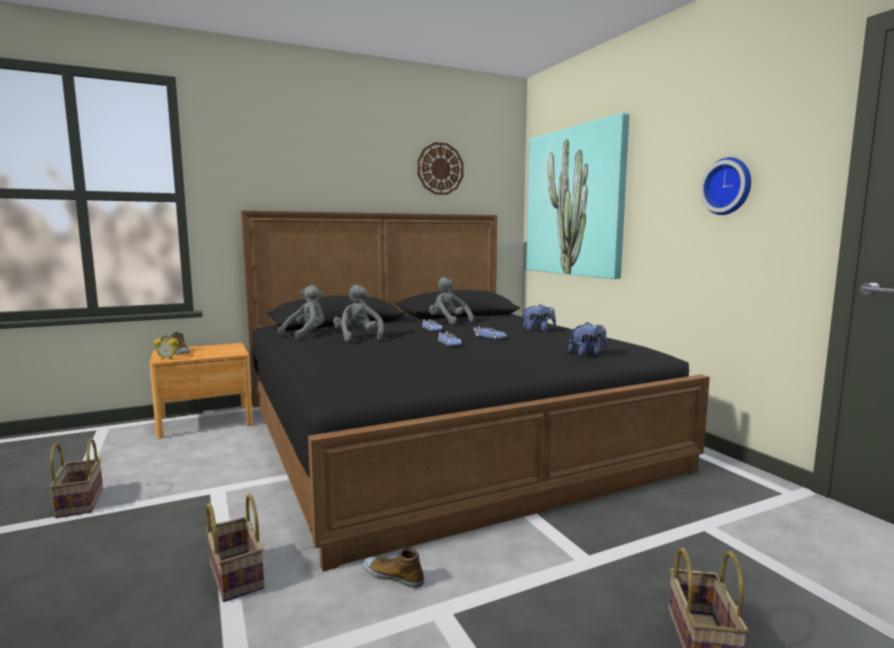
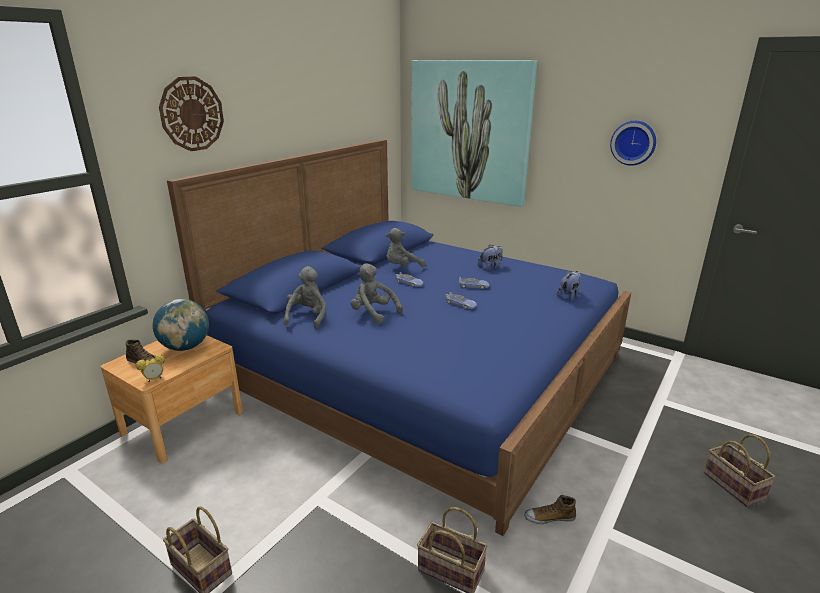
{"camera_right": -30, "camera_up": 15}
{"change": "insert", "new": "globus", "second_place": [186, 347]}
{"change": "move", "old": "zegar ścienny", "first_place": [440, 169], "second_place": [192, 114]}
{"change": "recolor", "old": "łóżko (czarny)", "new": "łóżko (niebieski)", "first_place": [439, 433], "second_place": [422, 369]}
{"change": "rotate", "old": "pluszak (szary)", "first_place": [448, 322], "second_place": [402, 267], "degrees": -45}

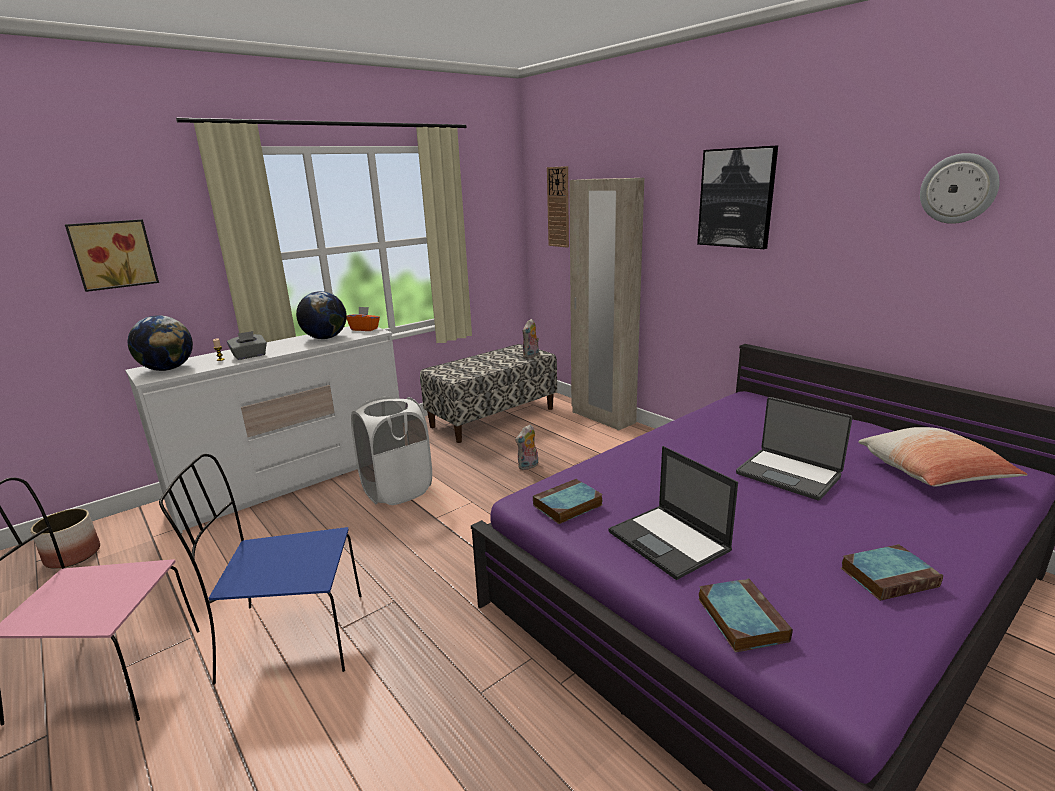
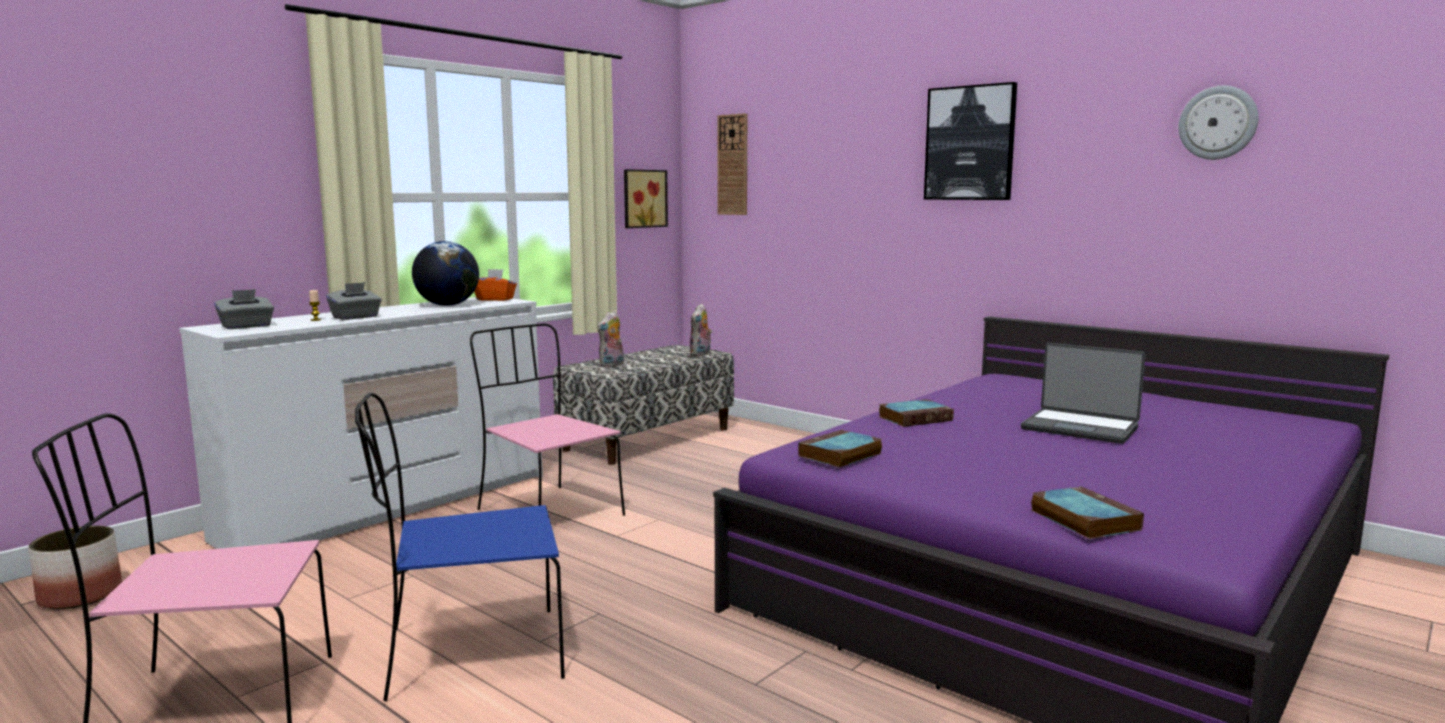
{"camera_right": -10, "camera_up": -10}
{"change": "replace", "old": "globus", "new": "pudełko chusteczek (szary)", "first_place": [168, 369], "second_place": [246, 326]}
{"change": "replace", "old": "kosz na pranie (biały)", "new": "krzesło (różowy)", "first_place": [397, 490], "second_place": [548, 512]}
{"change": "move", "old": "pluszak", "first_place": [528, 466], "second_place": [612, 365]}
{"change": "move", "old": "obraz", "first_place": [113, 254], "second_place": [643, 198]}
{"change": "move", "old": "książka", "first_place": [889, 576], "second_place": [916, 418]}
{"change": "delete", "old": "szafa (beżowy)", "first_place": [602, 417]}
{"change": "delete", "old": "laptop", "first_place": [669, 541]}
{"change": "delete", "old": "poduszka", "first_place": [933, 474]}

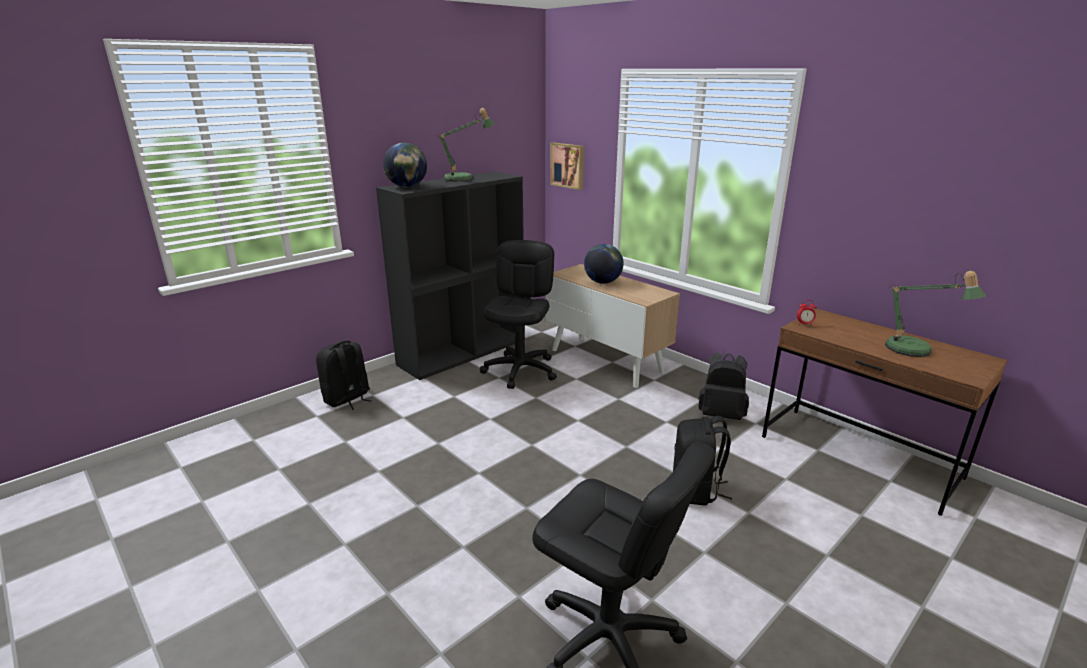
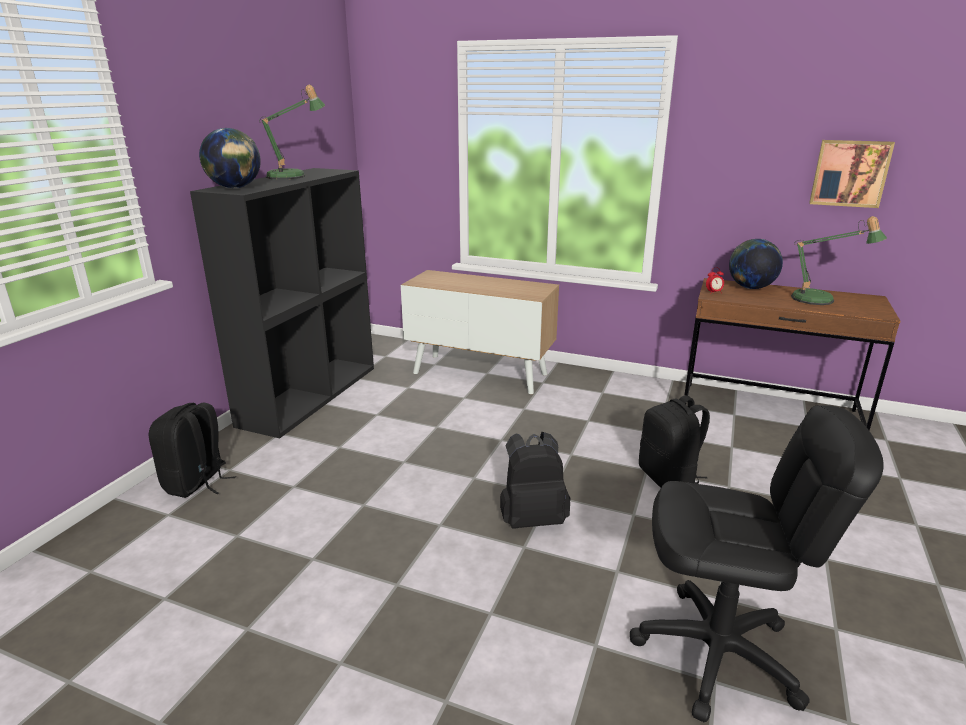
{"camera_right": -25, "camera_up": 0}
{"change": "move", "old": "plecak (czarny)", "first_place": [721, 414], "second_place": [532, 518]}
{"change": "move", "old": "globus", "first_place": [603, 282], "second_place": [751, 288]}
{"change": "move", "old": "obraz", "first_place": [568, 165], "second_place": [849, 173]}
{"change": "delete", "old": "krzesło biurowe (czarny)", "first_place": [520, 370]}

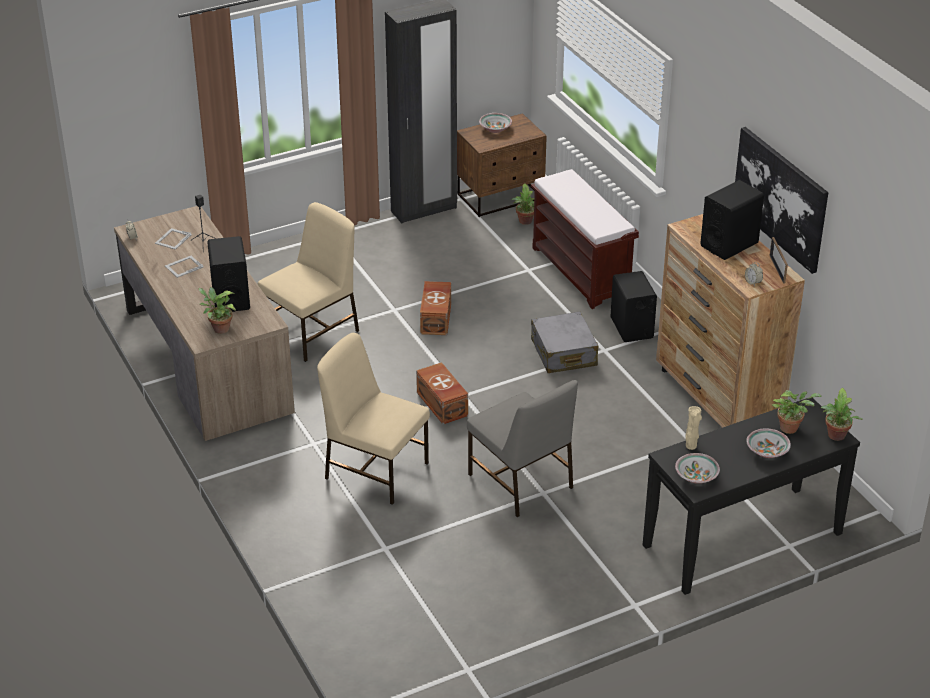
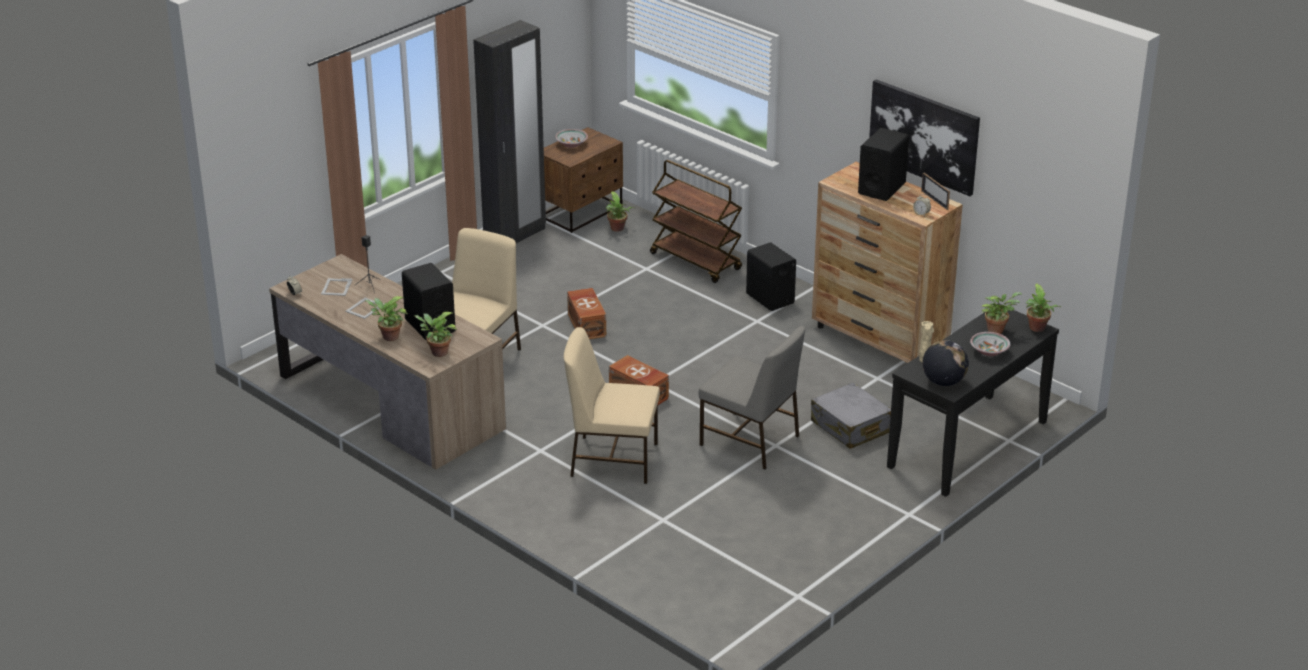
{"camera_right": -20, "camera_up": -5}
{"change": "insert", "new": "roślina doniczkowa", "second_place": [388, 337]}
{"change": "replace", "old": "ławka (brązowy)", "new": "wózek (brązowy)", "first_place": [581, 272], "second_place": [696, 262]}
{"change": "move", "old": "walizka (szary)", "first_place": [563, 353], "second_place": [851, 427]}
{"change": "replace", "old": "miska", "new": "globus", "first_place": [696, 476], "second_place": [943, 382]}

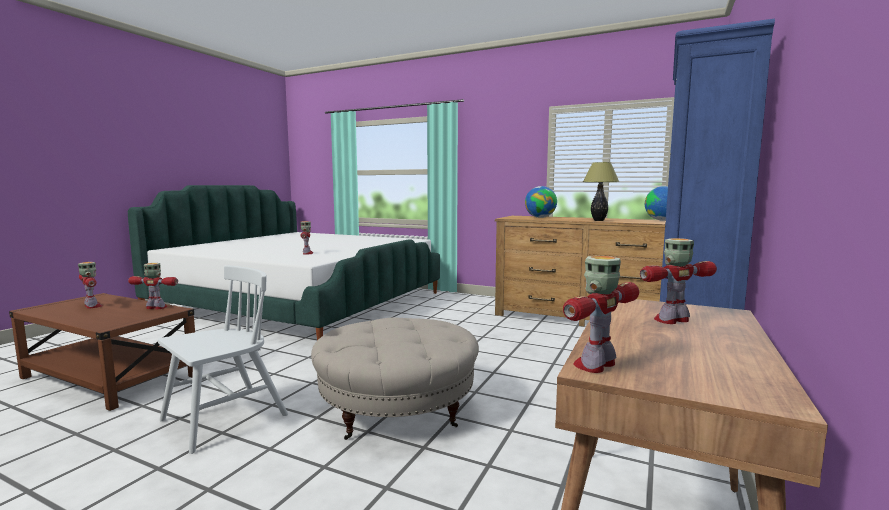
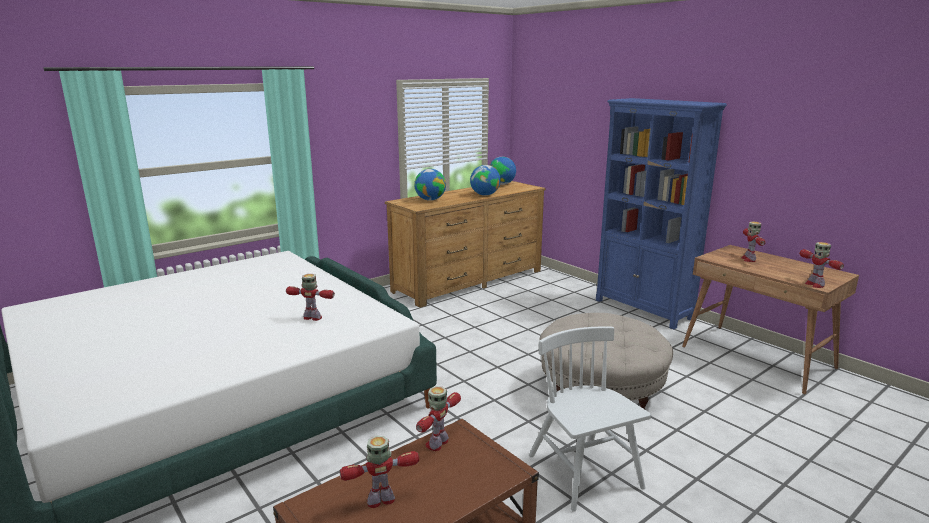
{"camera_right": -65, "camera_up": 10}
{"change": "replace", "old": "lampa stołowa", "new": "globus", "first_place": [598, 220], "second_place": [485, 195]}

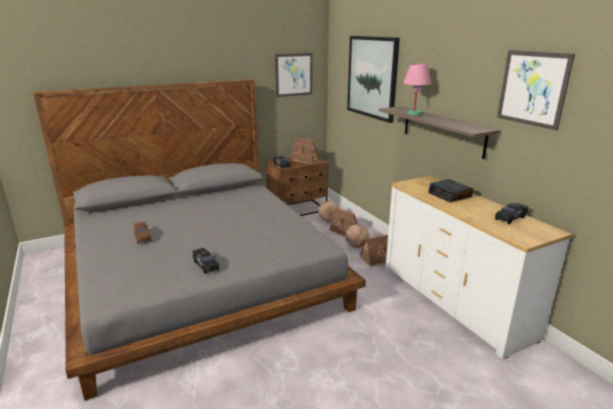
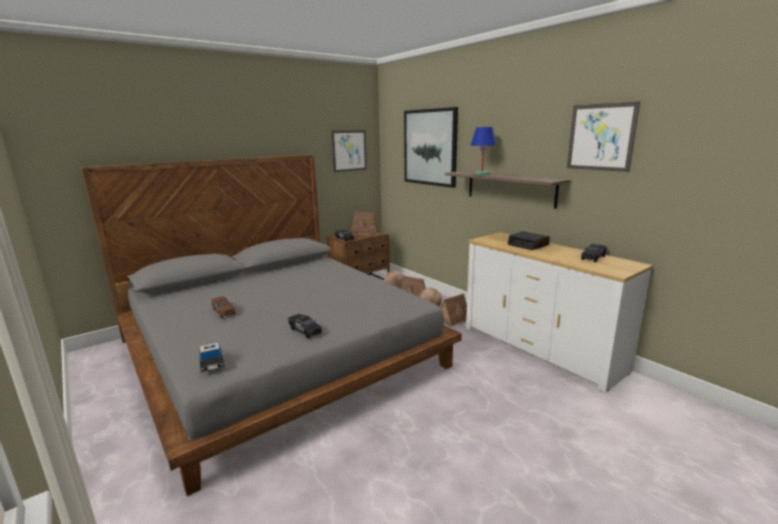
{"camera_right": -10, "camera_up": -5}
{"change": "insert", "new": "samochodzik", "second_place": [212, 363]}
{"change": "recolor", "old": "lampa stołowa (różowy)", "new": "lampa stołowa (niebieski)", "first_place": [414, 113], "second_place": [482, 174]}

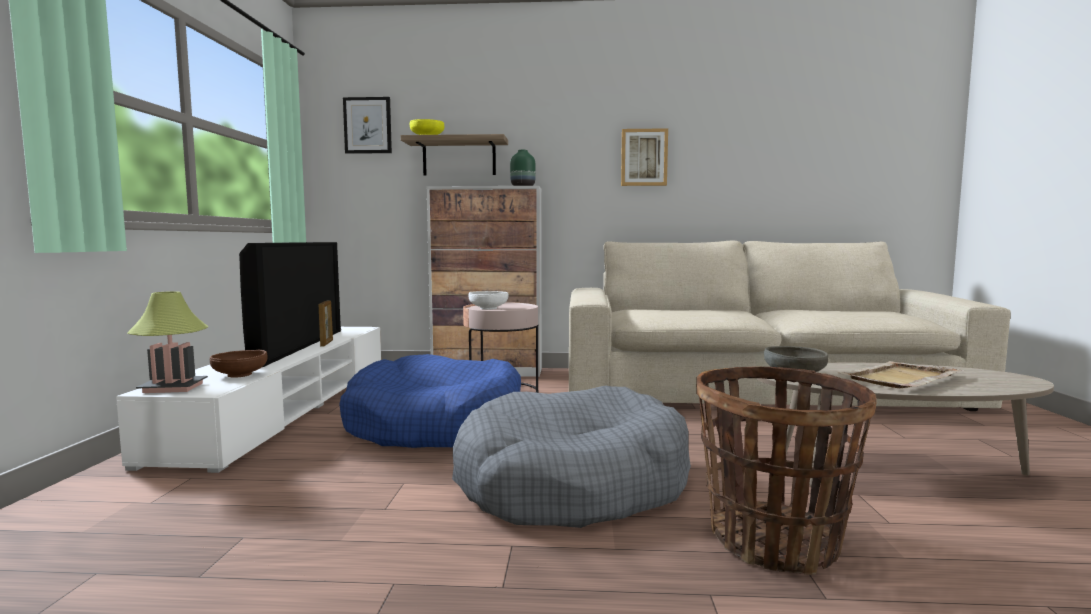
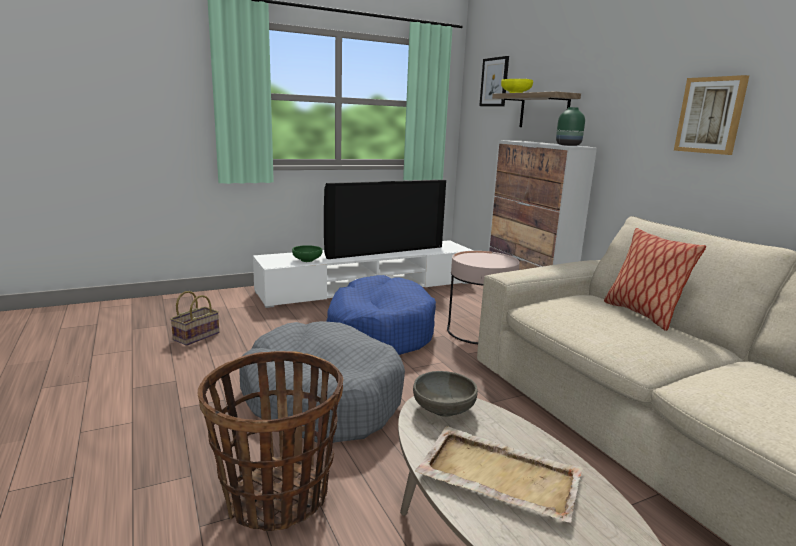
{"camera_right": 60, "camera_up": 10}
{"change": "insert", "new": "koszyk", "second_place": [197, 336]}
{"change": "recolor", "old": "miska (brązowy)", "new": "miska (zielony)", "first_place": [240, 375], "second_place": [307, 260]}
{"change": "insert", "new": "poduszka", "second_place": [642, 314]}
{"change": "delete", "old": "lampa stołowa", "first_place": [173, 388]}
{"change": "delete", "old": "ramka na zdjęcie", "first_place": [327, 343]}
{"change": "delete", "old": "miska (biały)", "first_place": [488, 308]}

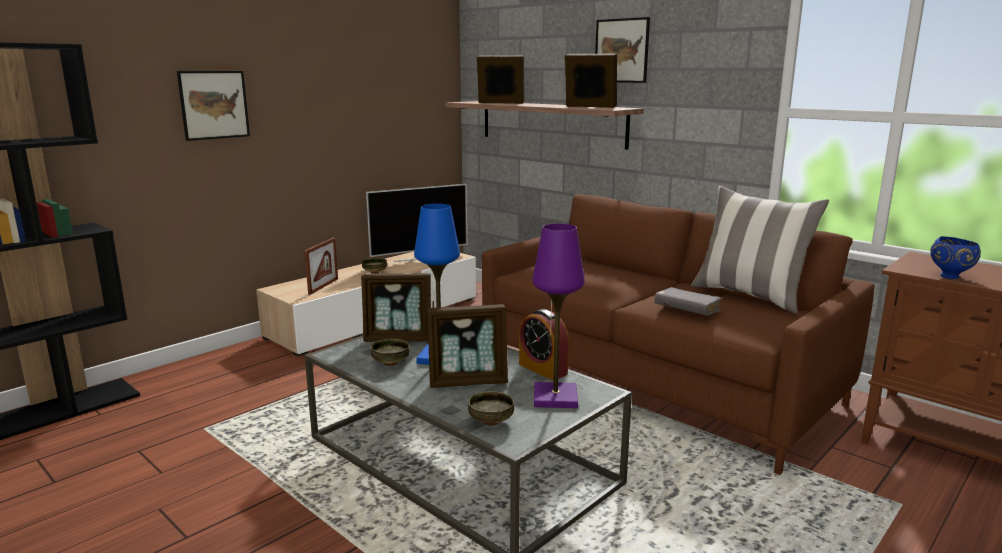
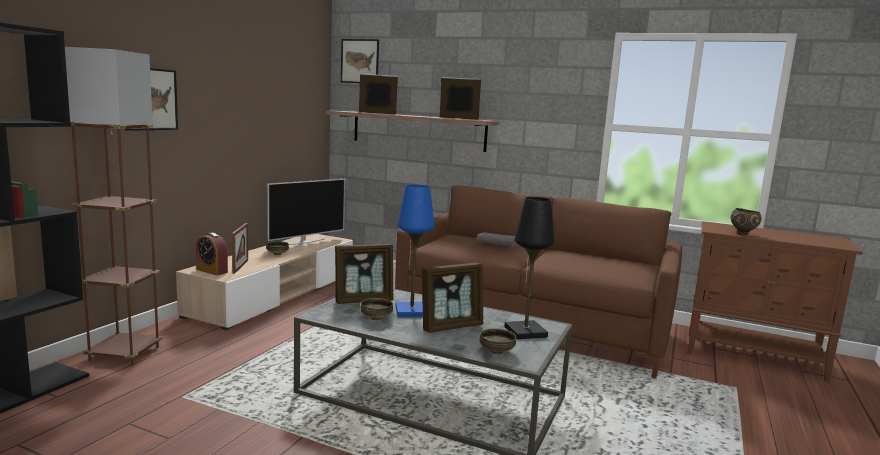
{"camera_right": -20, "camera_up": -5}
{"change": "insert", "new": "lampa stojąca (brązowy)", "second_place": [124, 353]}
{"change": "move", "old": "budzik", "first_place": [543, 369], "second_place": [212, 271]}
{"change": "move", "old": "obraz", "first_place": [621, 50], "second_place": [360, 61]}
{"change": "move", "old": "książka (szary)", "first_place": [687, 310], "second_place": [496, 245]}
{"change": "recolor", "old": "lampa stołowa (fioletowy)", "new": "lampa stołowa (czarny)", "first_place": [555, 398], "second_place": [525, 332]}
{"change": "recolor", "old": "miska (niebieski)", "new": "miska (brązowy)", "first_place": [951, 277], "second_place": [743, 234]}
{"change": "delete", "old": "poduszka", "first_place": [750, 296]}

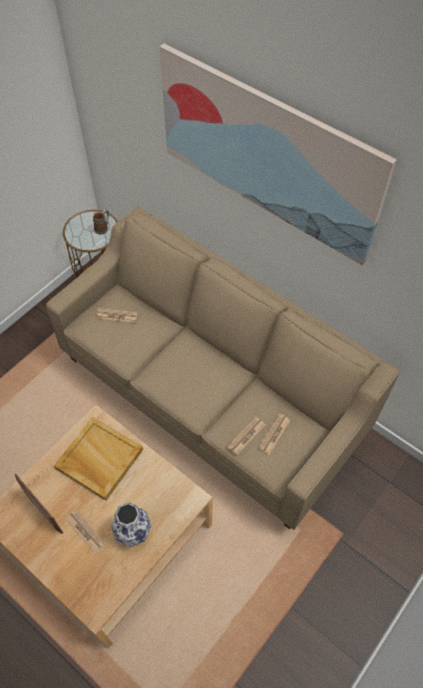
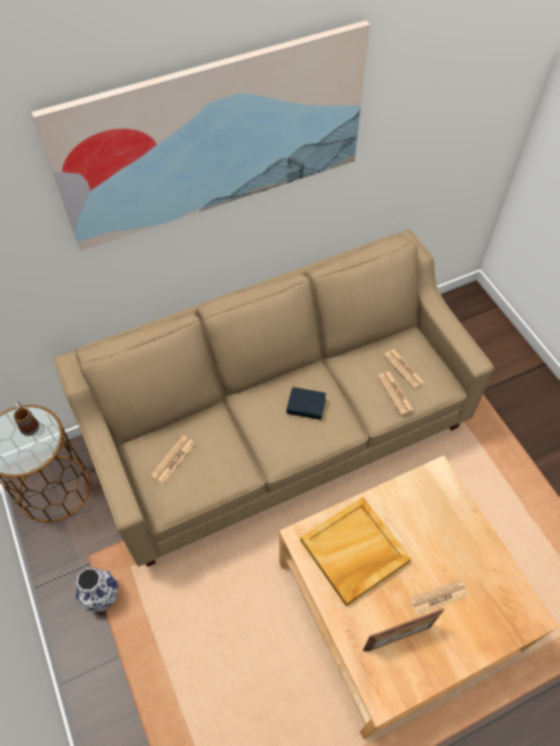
{"camera_right": -65, "camera_up": 0}
{"change": "move", "old": "wazon", "first_place": [133, 531], "second_place": [101, 596]}
{"change": "insert", "new": "książka", "second_place": [306, 406]}

